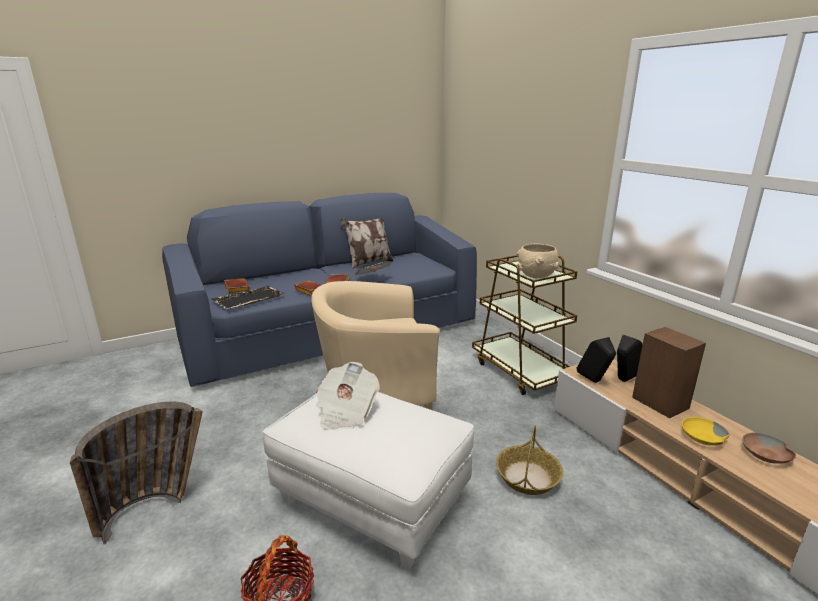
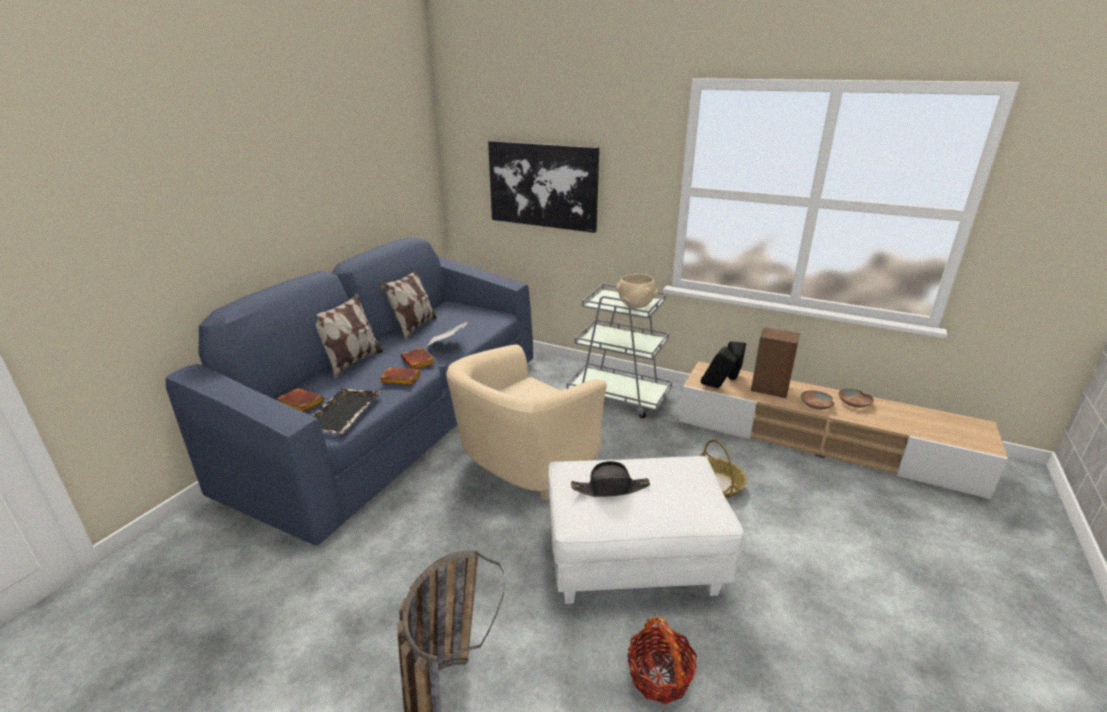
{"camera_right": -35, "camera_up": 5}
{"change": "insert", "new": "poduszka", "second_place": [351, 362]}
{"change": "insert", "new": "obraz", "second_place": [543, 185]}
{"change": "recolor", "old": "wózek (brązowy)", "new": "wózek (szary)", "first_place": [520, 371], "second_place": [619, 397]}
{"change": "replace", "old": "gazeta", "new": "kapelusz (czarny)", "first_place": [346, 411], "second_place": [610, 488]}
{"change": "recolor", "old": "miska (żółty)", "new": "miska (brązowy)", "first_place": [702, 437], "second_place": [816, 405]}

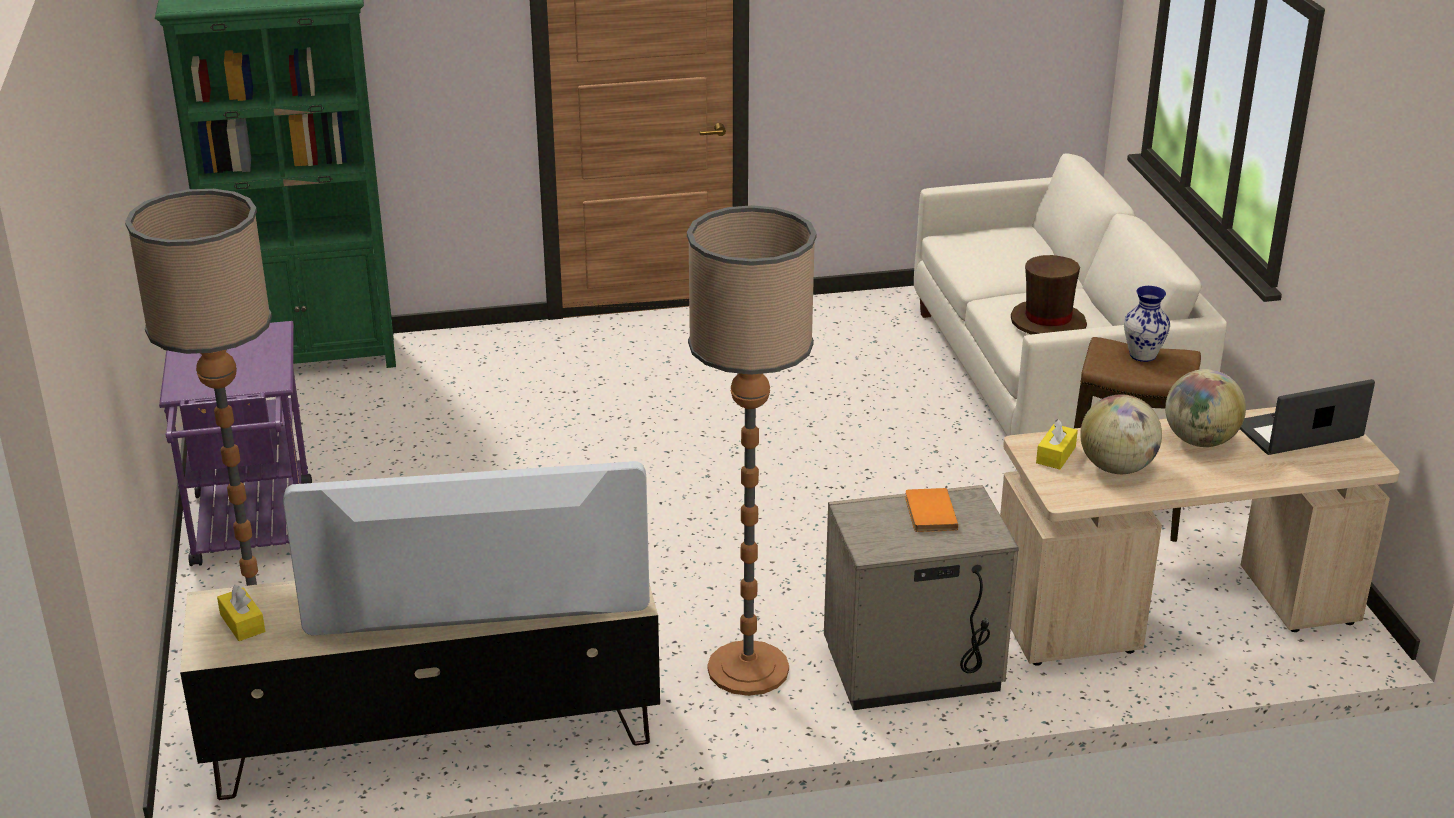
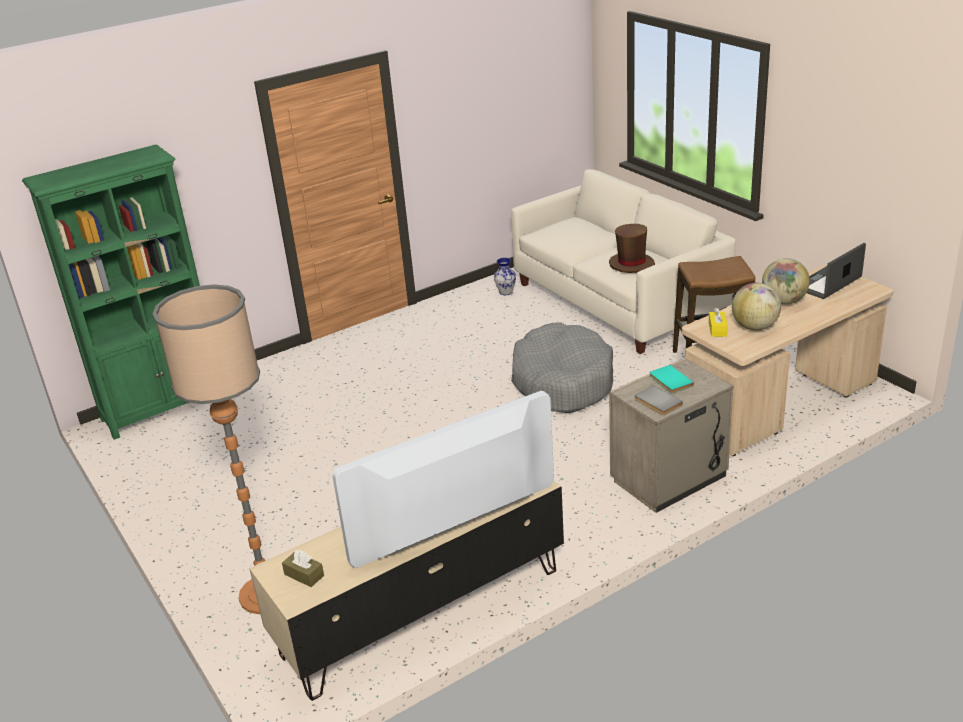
{"camera_right": -20, "camera_up": 0}
{"change": "recolor", "old": "pudełko chusteczek (żółty)", "new": "pudełko chusteczek (brązowy)", "first_place": [242, 623], "second_place": [304, 575]}
{"change": "move", "old": "wazon", "first_place": [1142, 355], "second_place": [505, 292]}
{"change": "insert", "new": "legowisko (szary)", "second_place": [562, 381]}
{"change": "insert", "new": "książka (szary)", "second_place": [657, 402]}
{"change": "recolor", "old": "książka (pomarańczowy)", "new": "książka (turkusowy)", "first_place": [928, 513], "second_place": [669, 381]}
{"change": "delete", "old": "wózek (fioletowy)", "first_place": [253, 532]}
{"change": "delete", "old": "lampa stojąca", "first_place": [748, 669]}

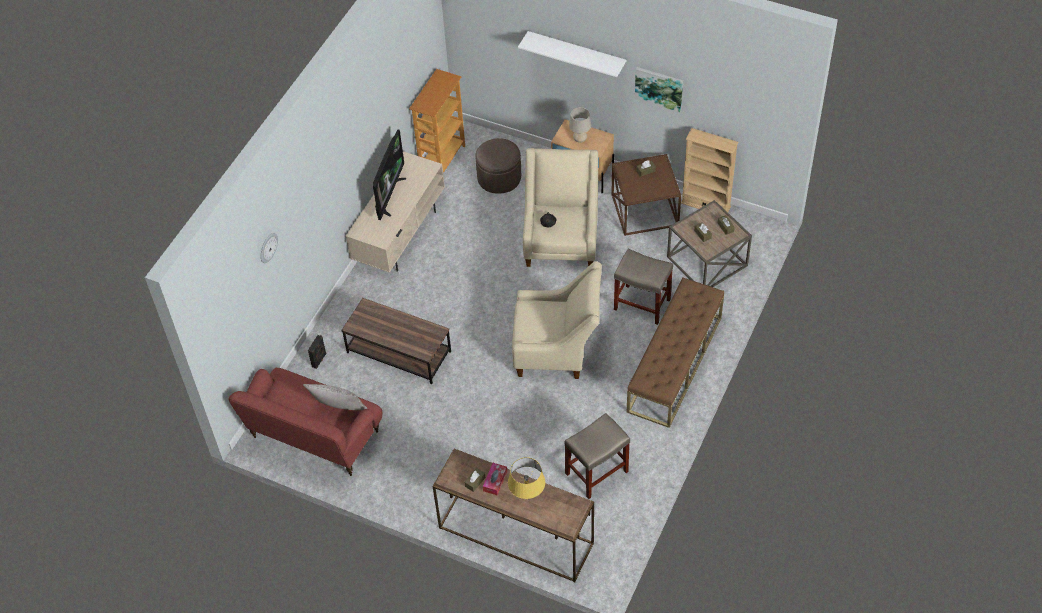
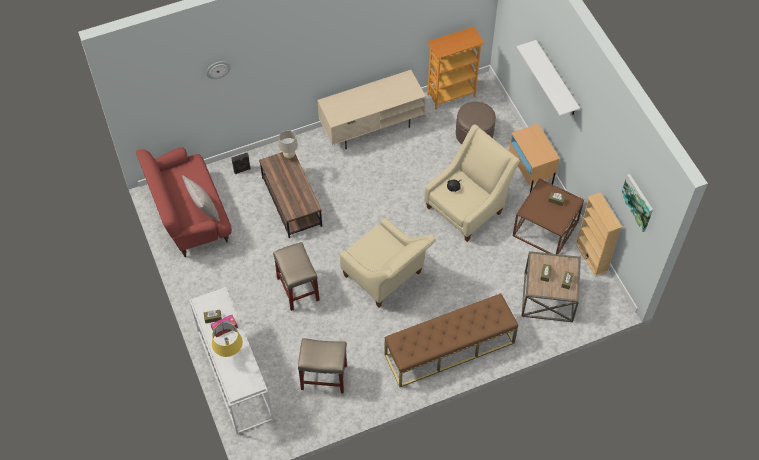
{"camera_right": 40, "camera_up": 5}
{"change": "recolor", "old": "stolik konsolowy (brązowy)", "new": "stolik konsolowy (biały)", "first_place": [514, 536], "second_place": [234, 374]}
{"change": "move", "old": "stołek (beżowy)", "first_place": [641, 304], "second_place": [297, 288]}
{"change": "move", "old": "lampa stołowa (beżowy)", "first_place": [580, 140], "second_place": [289, 156]}
{"change": "move", "old": "obraz", "first_place": [659, 88], "second_place": [638, 202]}
{"change": "delete", "old": "telewizor", "first_place": [389, 195]}

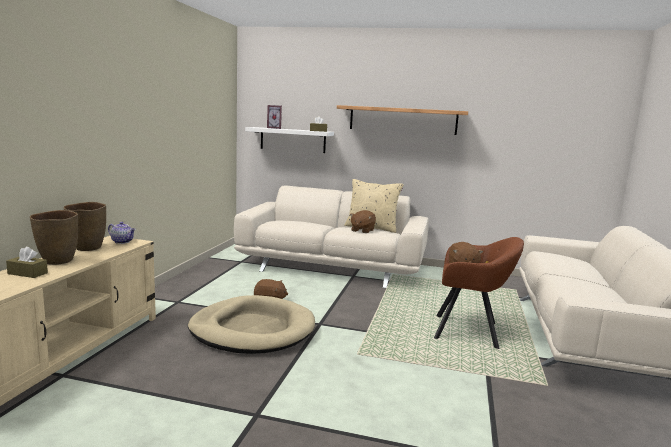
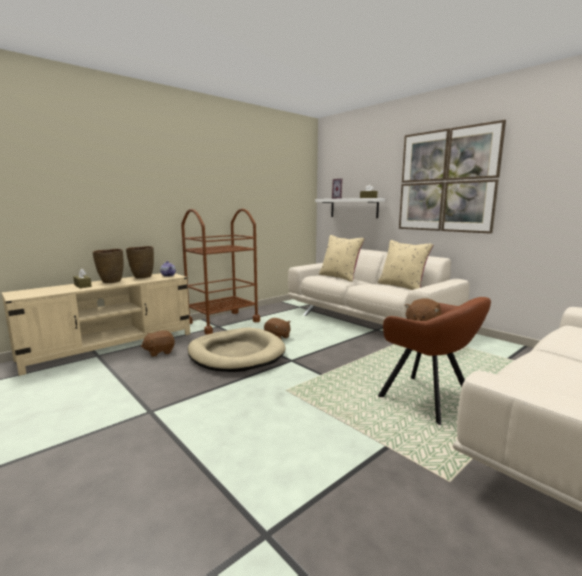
{"camera_right": 35, "camera_up": 0}
{"change": "move", "old": "pluszak (brązowy)", "first_place": [362, 230], "second_place": [159, 352]}
{"change": "insert", "new": "wózek (brązowy)", "second_place": [222, 322]}
{"change": "insert", "new": "poduszka (beżowy)", "second_place": [339, 277]}
{"change": "replace", "old": "półka", "new": "obraz", "first_place": [402, 120], "second_place": [446, 181]}

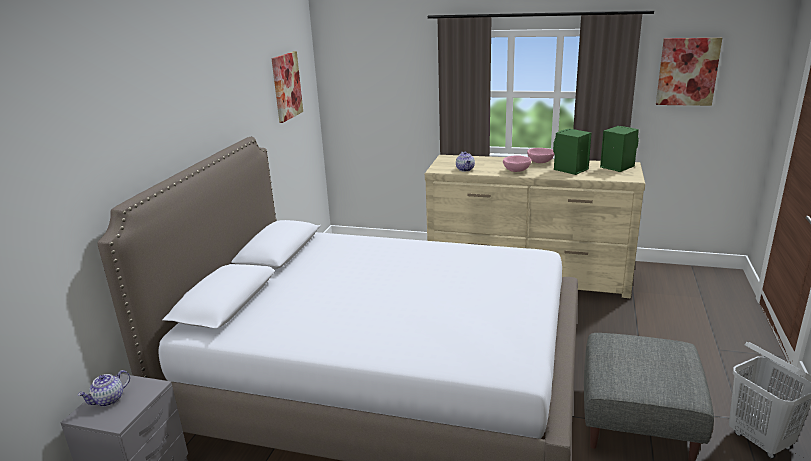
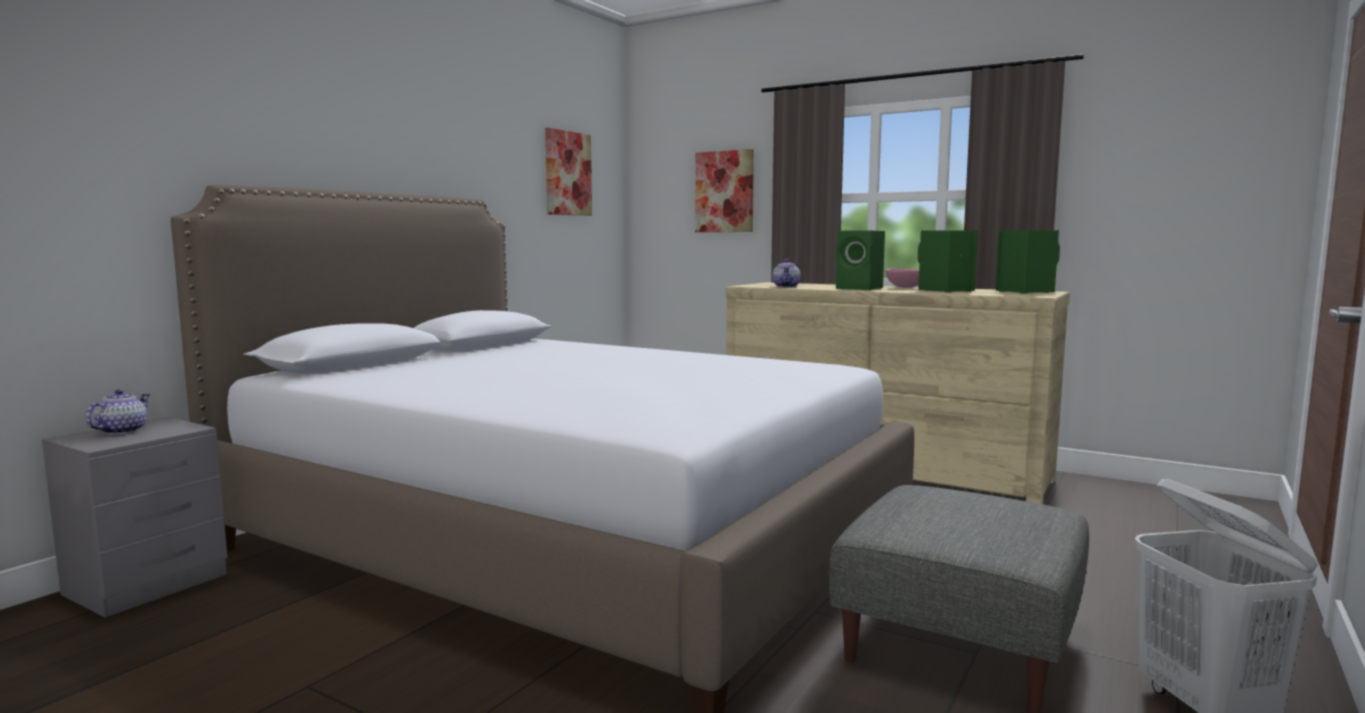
{"camera_right": 15, "camera_up": -15}
{"change": "rotate", "old": "imbryk", "first_place": [108, 400], "second_place": [122, 431], "degrees": 135}
{"change": "move", "old": "obraz", "first_place": [687, 71], "second_place": [724, 192]}
{"change": "replace", "old": "miska (różowy)", "new": "głośnik (zielony)", "first_place": [516, 170], "second_place": [860, 289]}

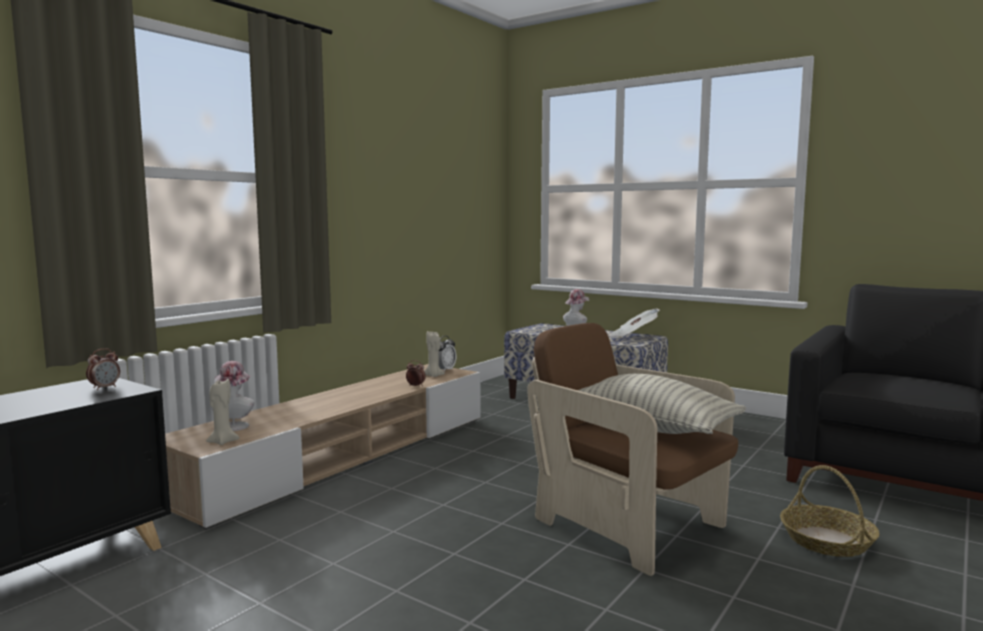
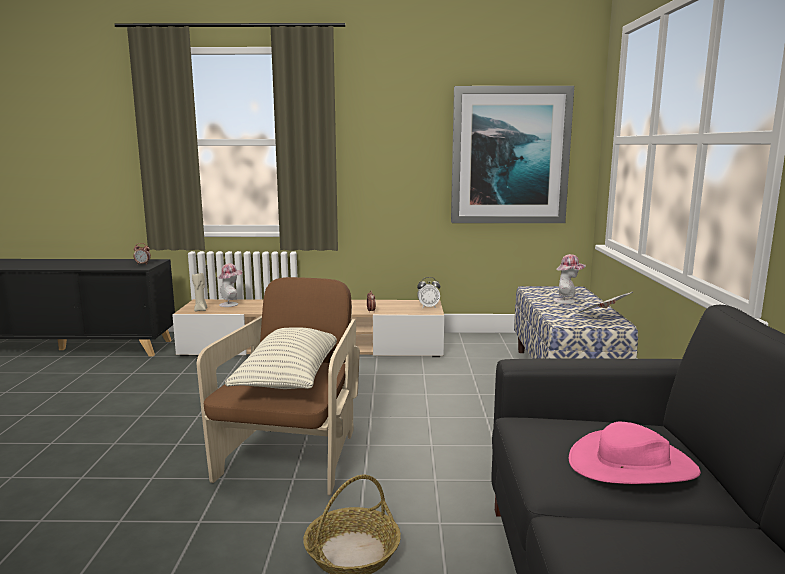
{"camera_right": 55, "camera_up": 5}
{"change": "insert", "new": "obraz", "second_place": [509, 156]}
{"change": "insert", "new": "kapelusz (różowy)", "second_place": [632, 465]}
{"change": "delete", "old": "świeca (beżowy)", "first_place": [433, 376]}

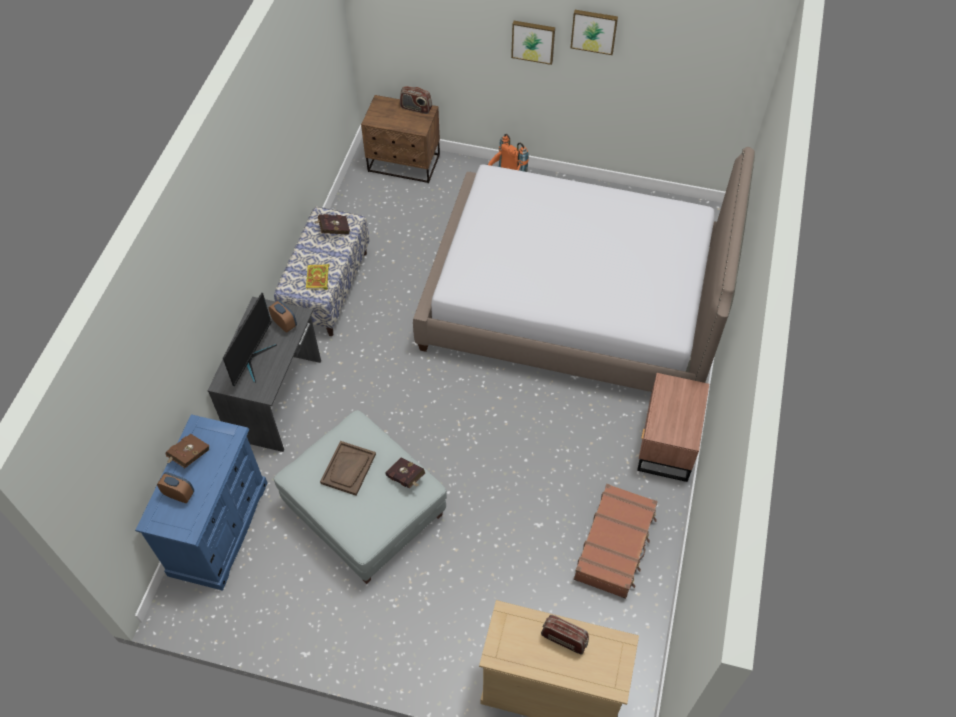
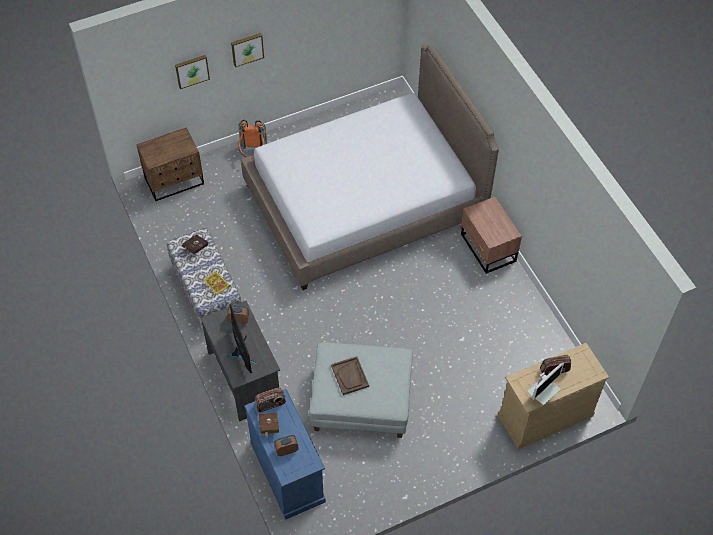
{"camera_right": -40, "camera_up": 0}
{"change": "move", "old": "obraz", "first_place": [594, 31], "second_place": [192, 70]}
{"change": "move", "old": "radio", "first_place": [416, 108], "second_place": [270, 404]}
{"change": "insert", "new": "monitor", "second_place": [541, 396]}
{"change": "delete", "old": "książka (czerwony)", "first_place": [406, 478]}
{"change": "delete", "old": "walizka (brązowy)", "first_place": [615, 545]}

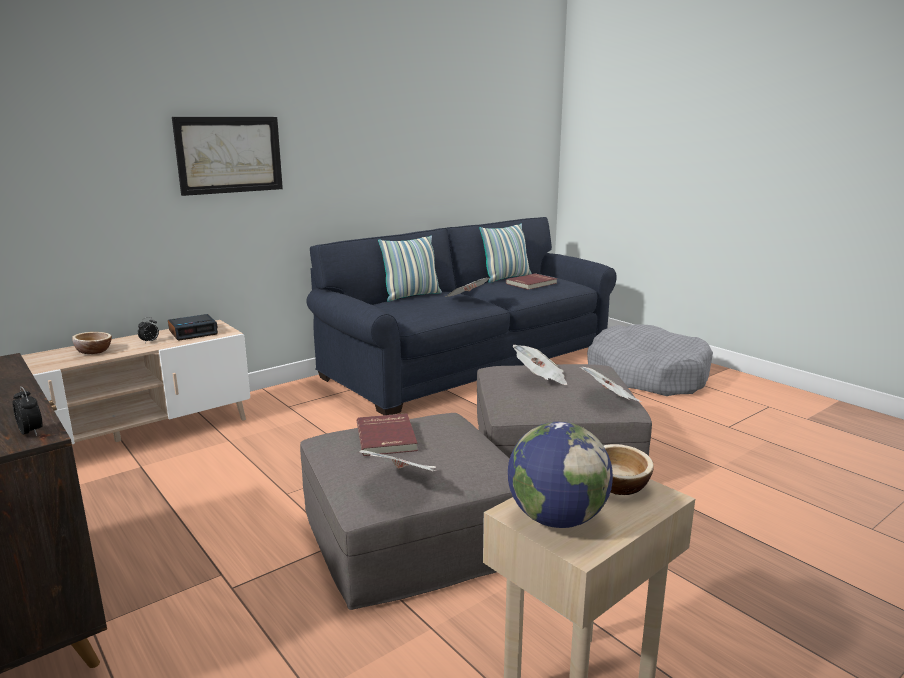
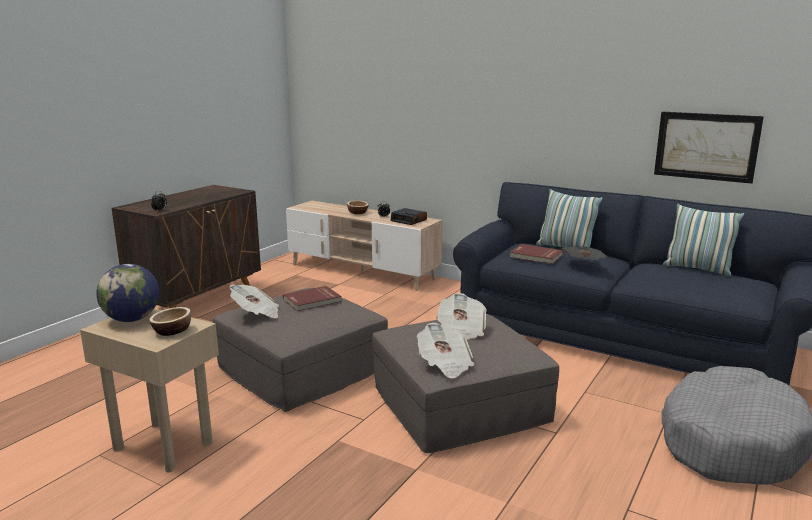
{"camera_right": 70, "camera_up": 0}
{"change": "move", "old": "książka (czerwony)", "first_place": [532, 283], "second_place": [536, 256]}
{"change": "move", "old": "obraz", "first_place": [229, 155], "second_place": [706, 146]}

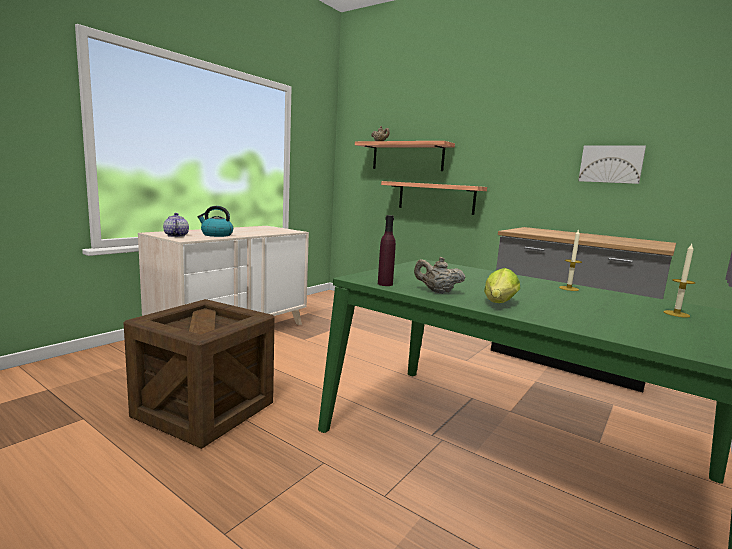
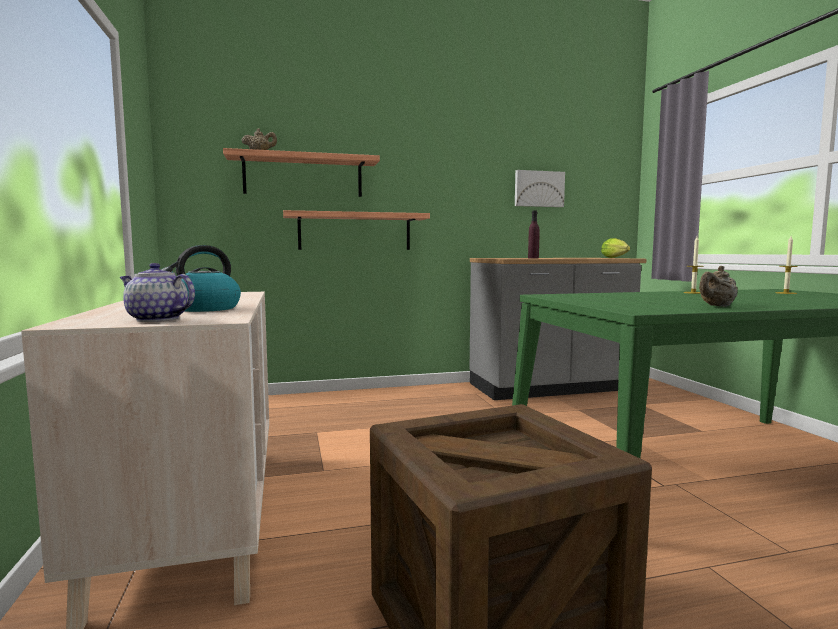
{"camera_right": -50, "camera_up": -5}
{"change": "move", "old": "butelka (fioletowy)", "first_place": [385, 284], "second_place": [533, 258]}
{"change": "move", "old": "sałata", "first_place": [498, 304], "second_place": [616, 258]}

